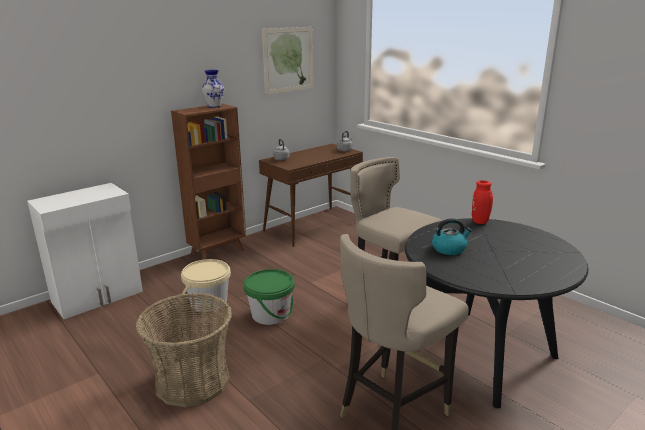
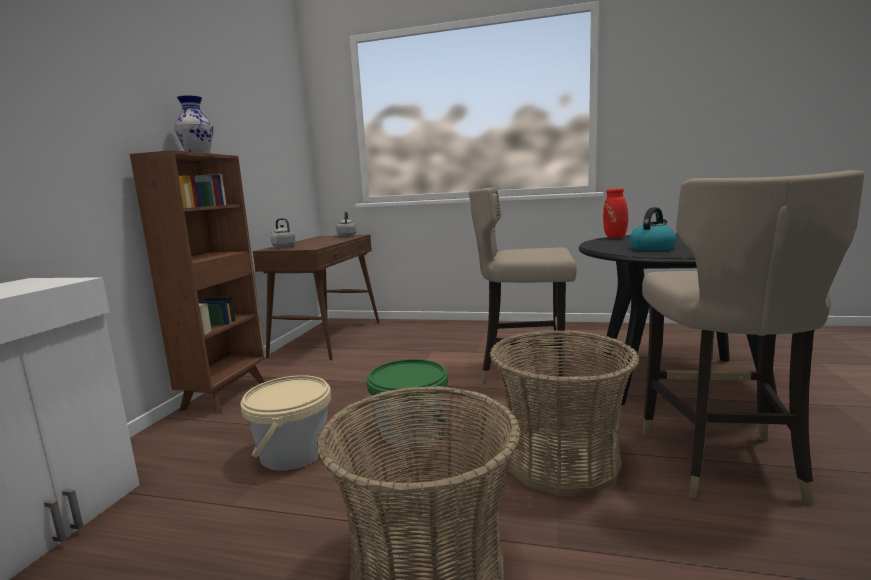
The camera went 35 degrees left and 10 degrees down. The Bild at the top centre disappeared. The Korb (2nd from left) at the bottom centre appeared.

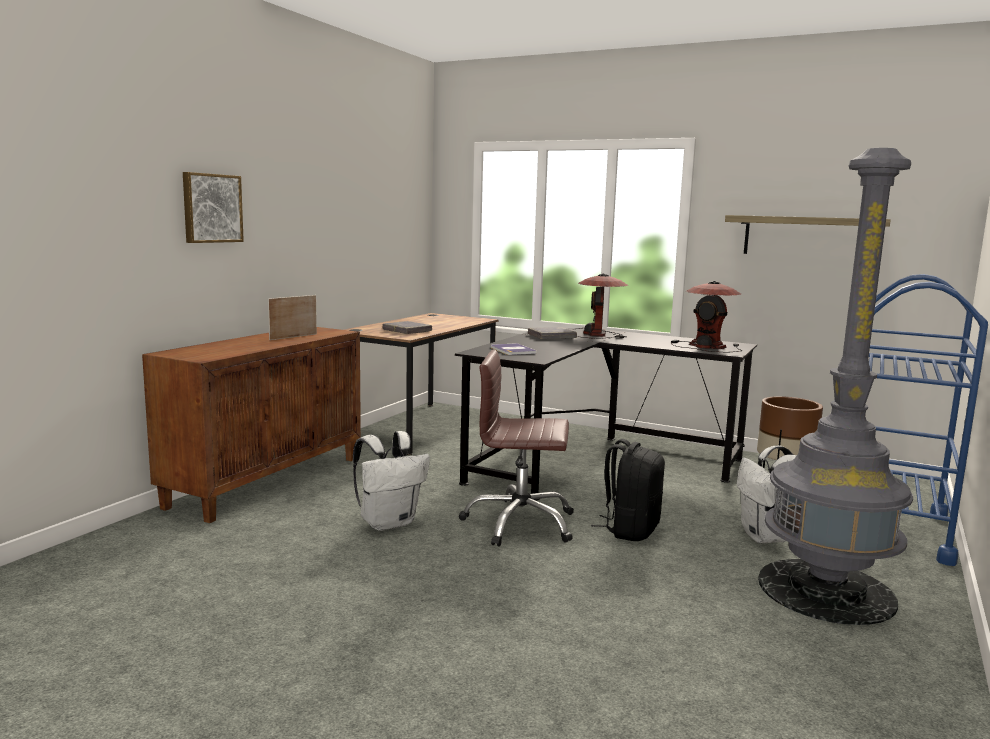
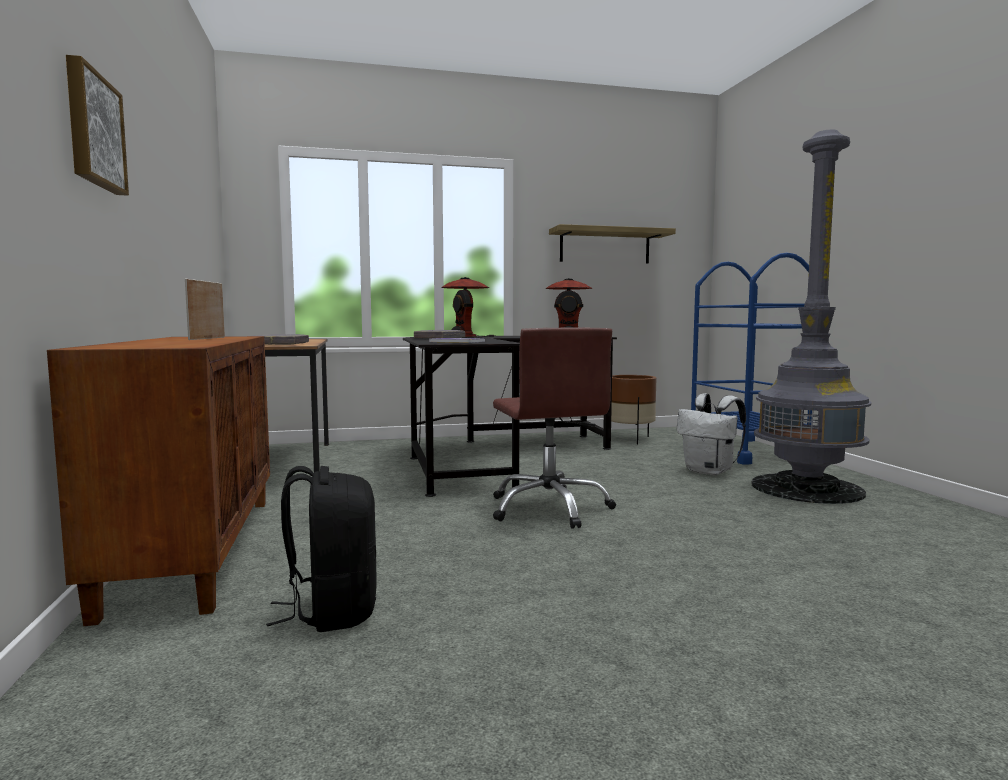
The camera went 40 degrees left and 5 degrees down. The Rucksack/weiß (1st from left) at the centre disappeared. The Rucksack/schwarz moved from the centre to the bottom left. The Bürostuhl/braun at the centre turned 75 degrees counterclockwise.

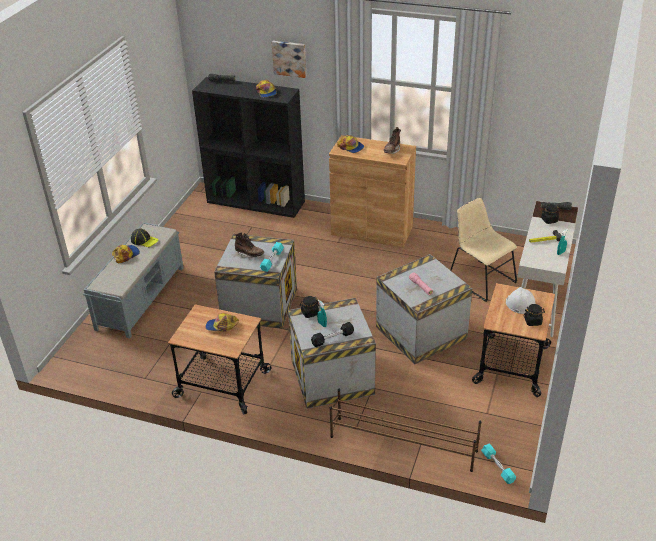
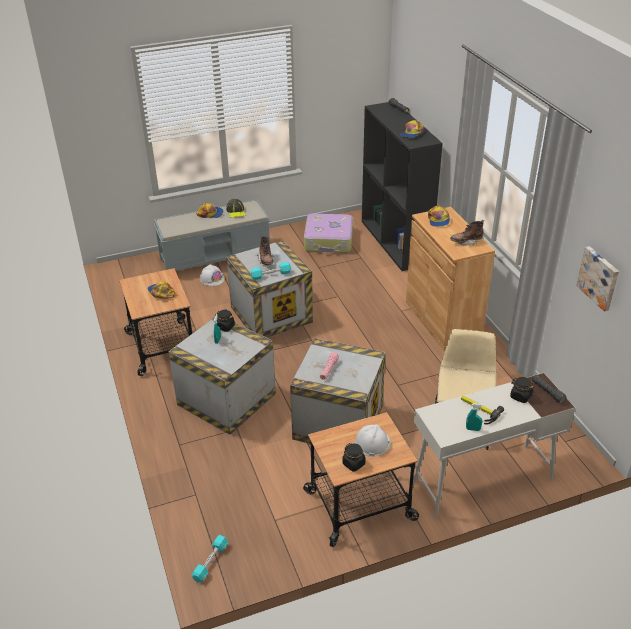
The camera went 50 degrees right and 0 degrees up. The Hantel/schwarz at the centre disappeared. The Schuhregal/braun at the bottom centre disappeared. The Schutzhelm/weiß (1st from left) at the centre appeared. The Koffer at the centre appeared. The Bild moved from the top centre to the middle right.

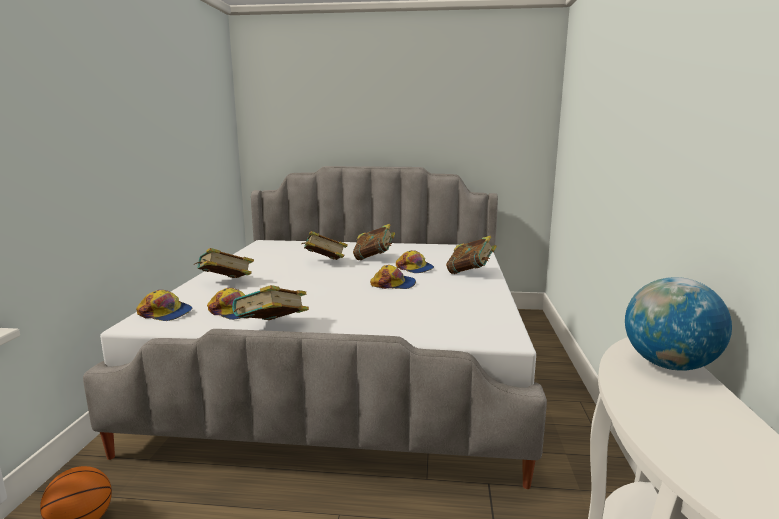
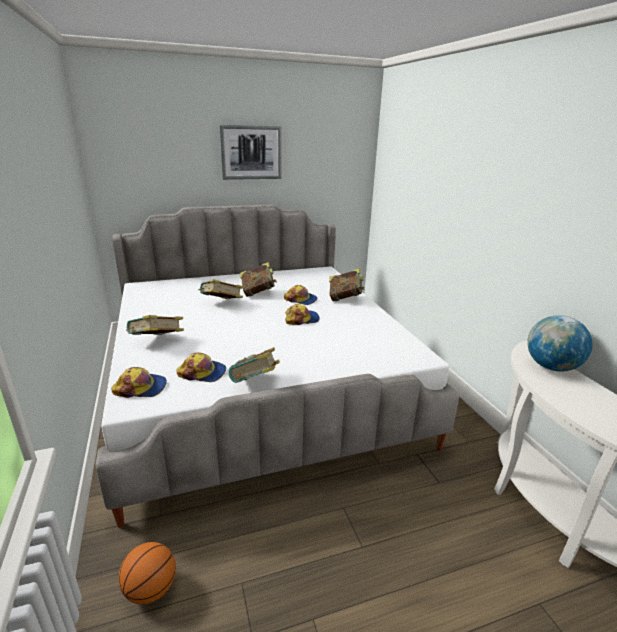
The camera went 25 degrees left and 10 degrees up. The Bild at the top centre appeared.

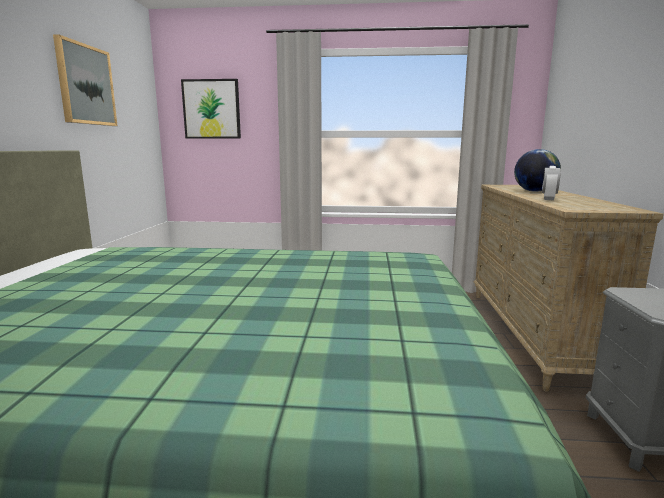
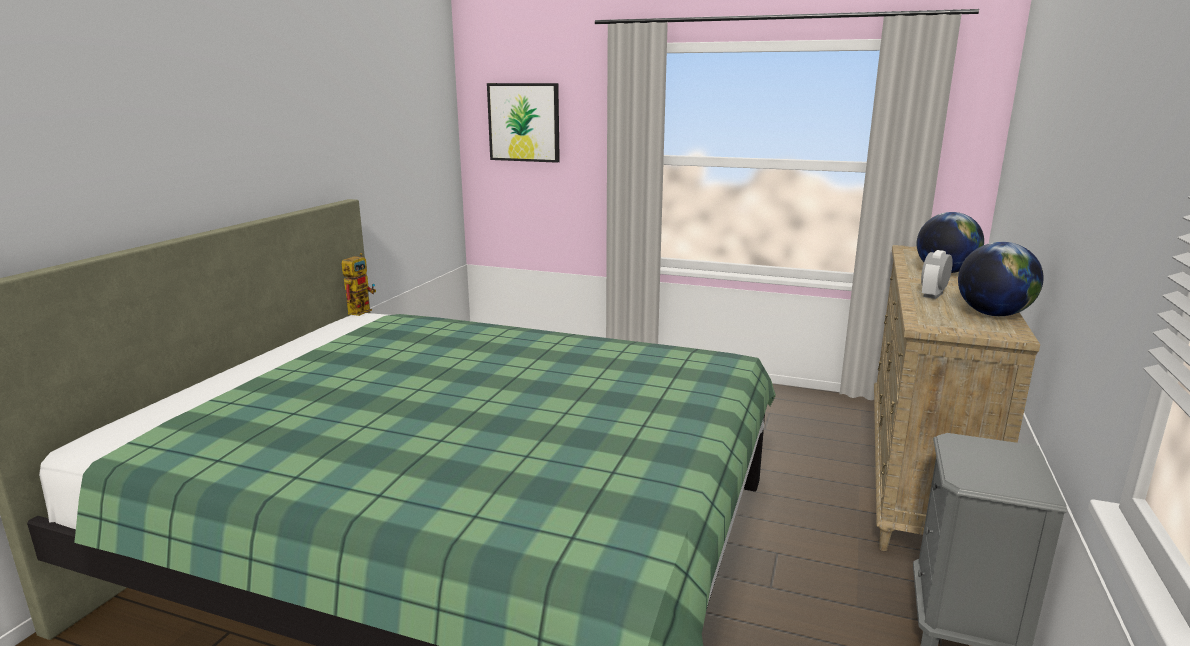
The camera went 15 degrees right and 5 degrees up. The Bild (1st from left) at the top left disappeared. The Spielzeugroboter at the middle left appeared. The Globus (2nd from left) at the middle right appeared.

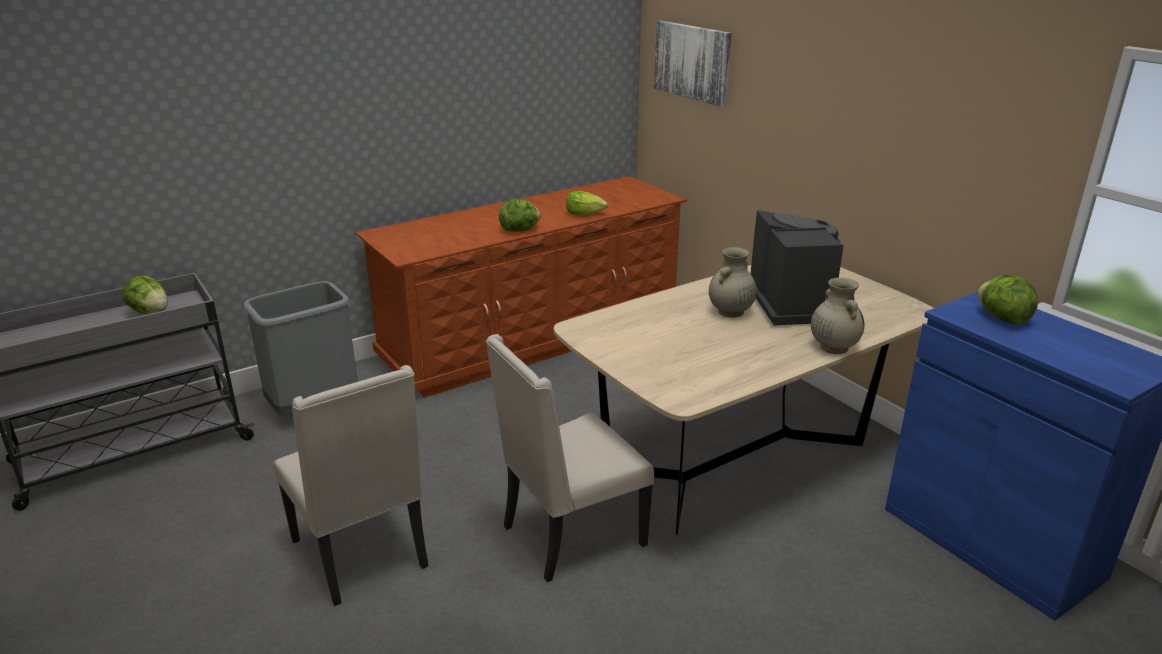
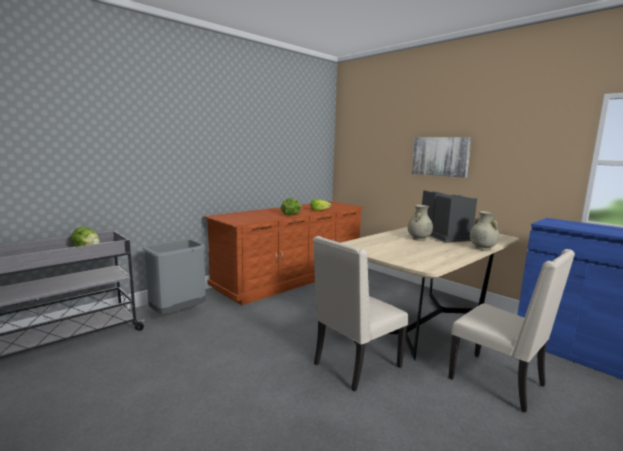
The camera went 10 degrees left and 15 degrees down. The Salatkopf (4th from left) at the middle right disappeared. The Stuhl/beige (1st from left in the first image) moved from the bottom left to the bottom right. The Bild moved from the top centre to the middle right.

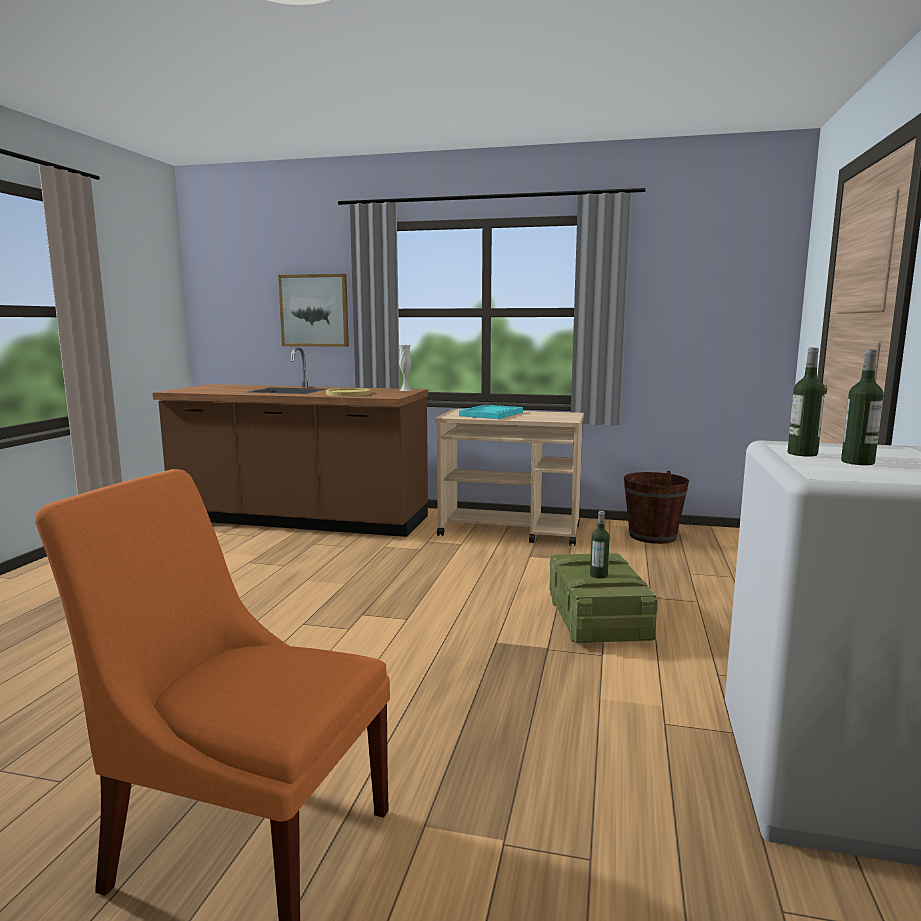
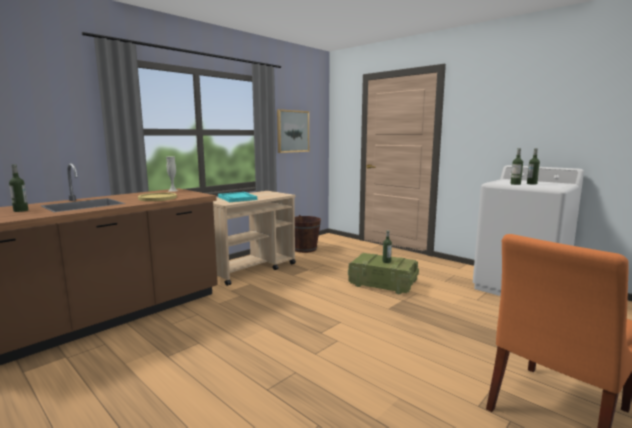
The camera went 60 degrees left and 0 degrees up. The Flasche (1st from left) at the middle left appeared. The Bild moved from the centre to the top centre.

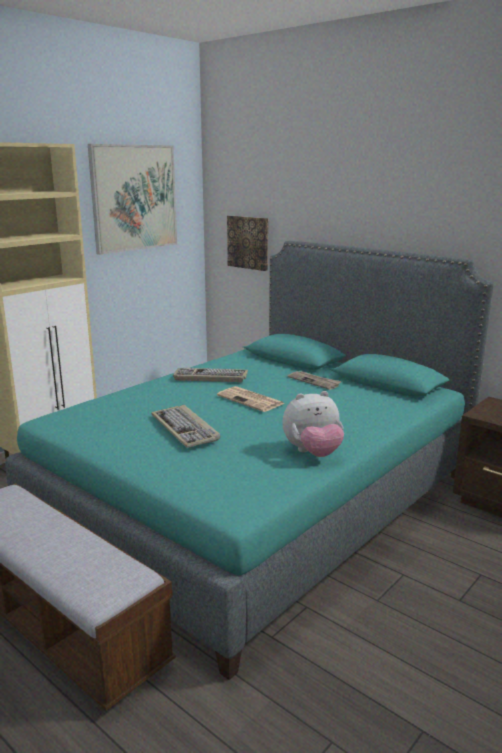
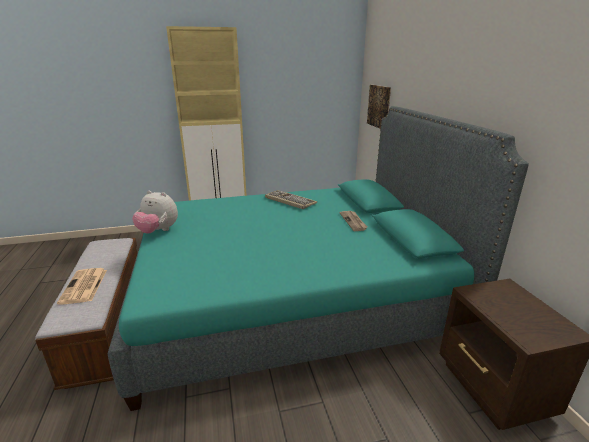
The camera went 35 degrees right and 5 degrees up. The Bild (1st from left) at the top left disappeared. The Tastatur (1st from left) at the centre disappeared. The Zeitung (1st from left) moved from the centre to the middle left. The Plüschtier moved from the centre to the middle left.

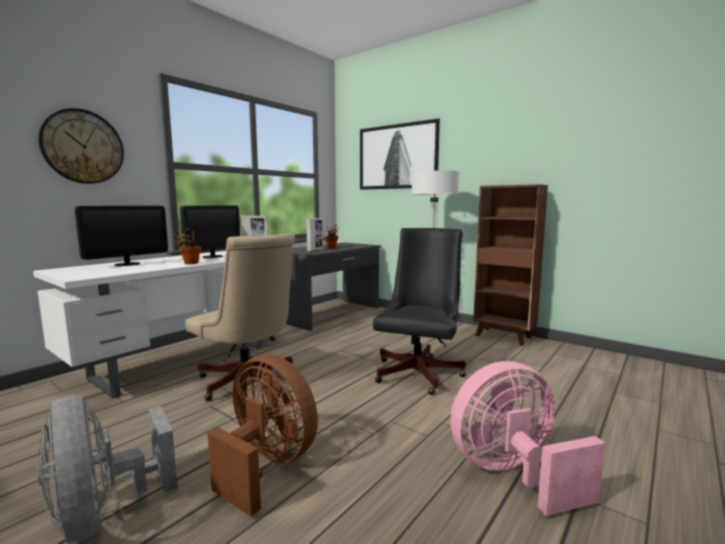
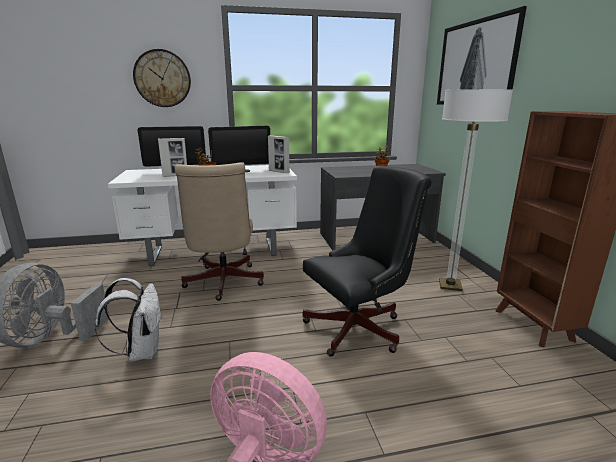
The camera went 40 degrees right and 10 degrees up. The Bilderrahmen (2nd from left in the first image) moved from the centre to the middle left. The Ventilator/braun at the bottom centre was replaced by the Rucksack/weiß at the bottom left.

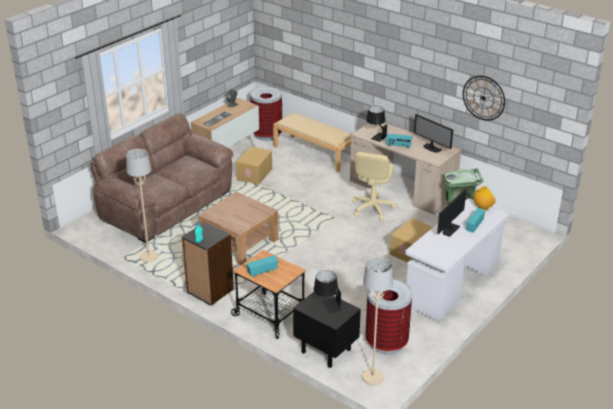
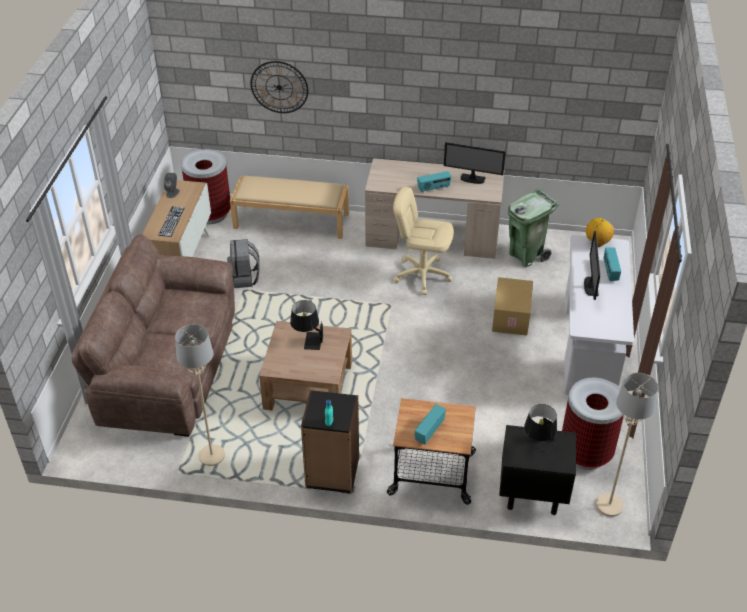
The camera went 30 degrees left and 10 degrees up. The Tischlampe/schwarz (2nd from left in the first image) moved from the top centre to the centre. The Wanduhr moved from the top right to the top centre. The Karton (1st from left) at the centre was replaced by the Rucksack/grau at the middle left. The Bürostuhl/beige at the centre turned 120 degrees clockwise.

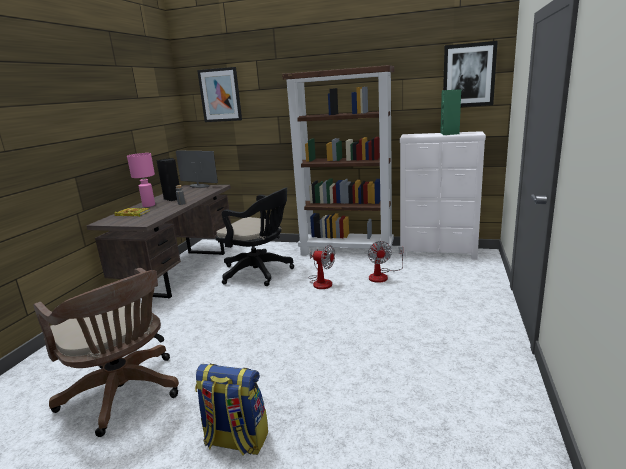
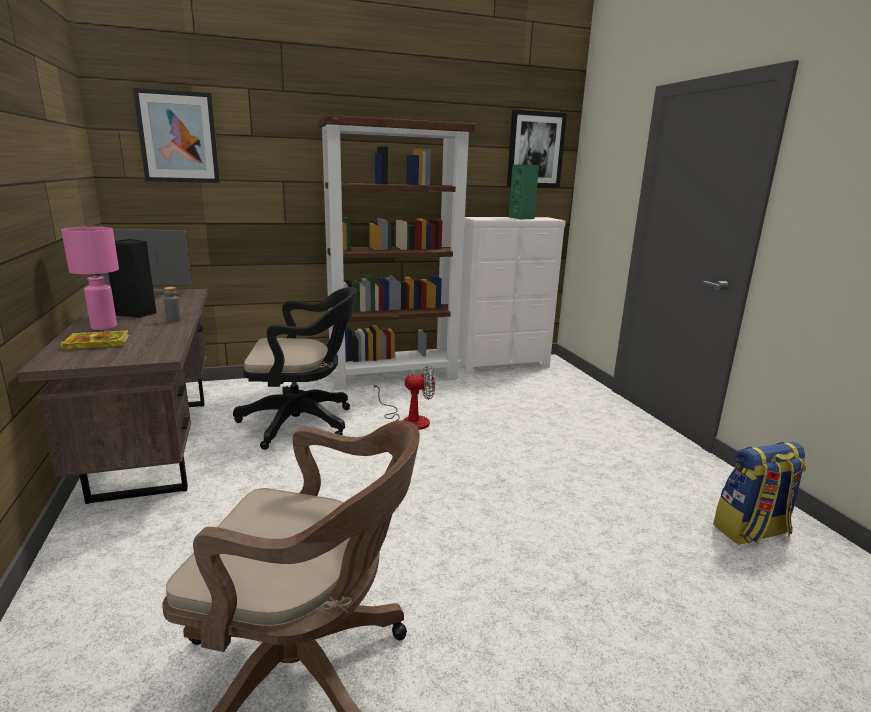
The camera went 35 degrees left and 0 degrees up. The Ventilator (2nd from left) at the centre disappeared. The Rucksack moved from the bottom centre to the bottom right.

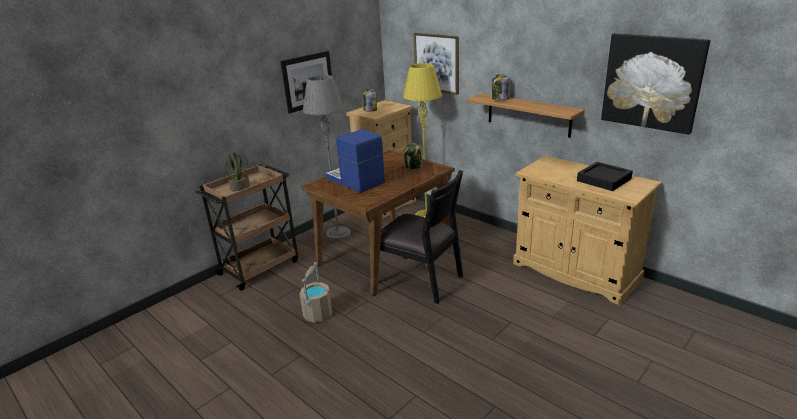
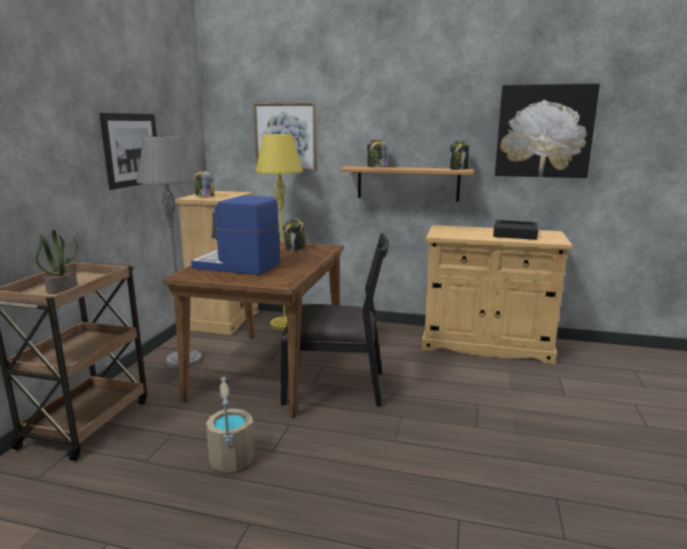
The camera went 30 degrees left and 10 degrees down. The Vorratsglas (4th from left) at the top right appeared.

